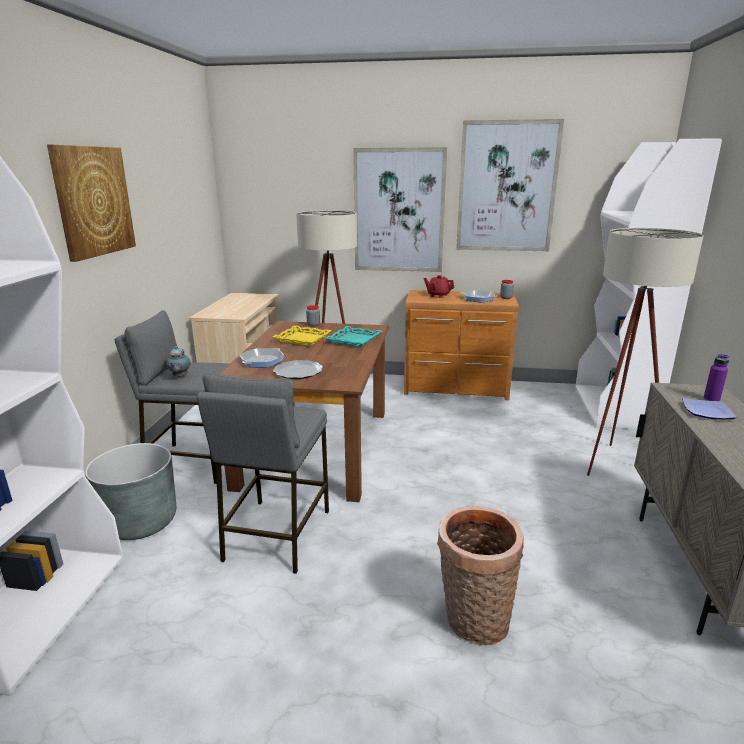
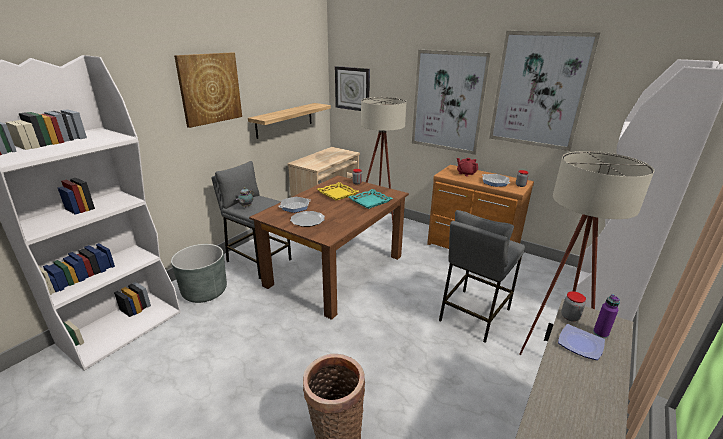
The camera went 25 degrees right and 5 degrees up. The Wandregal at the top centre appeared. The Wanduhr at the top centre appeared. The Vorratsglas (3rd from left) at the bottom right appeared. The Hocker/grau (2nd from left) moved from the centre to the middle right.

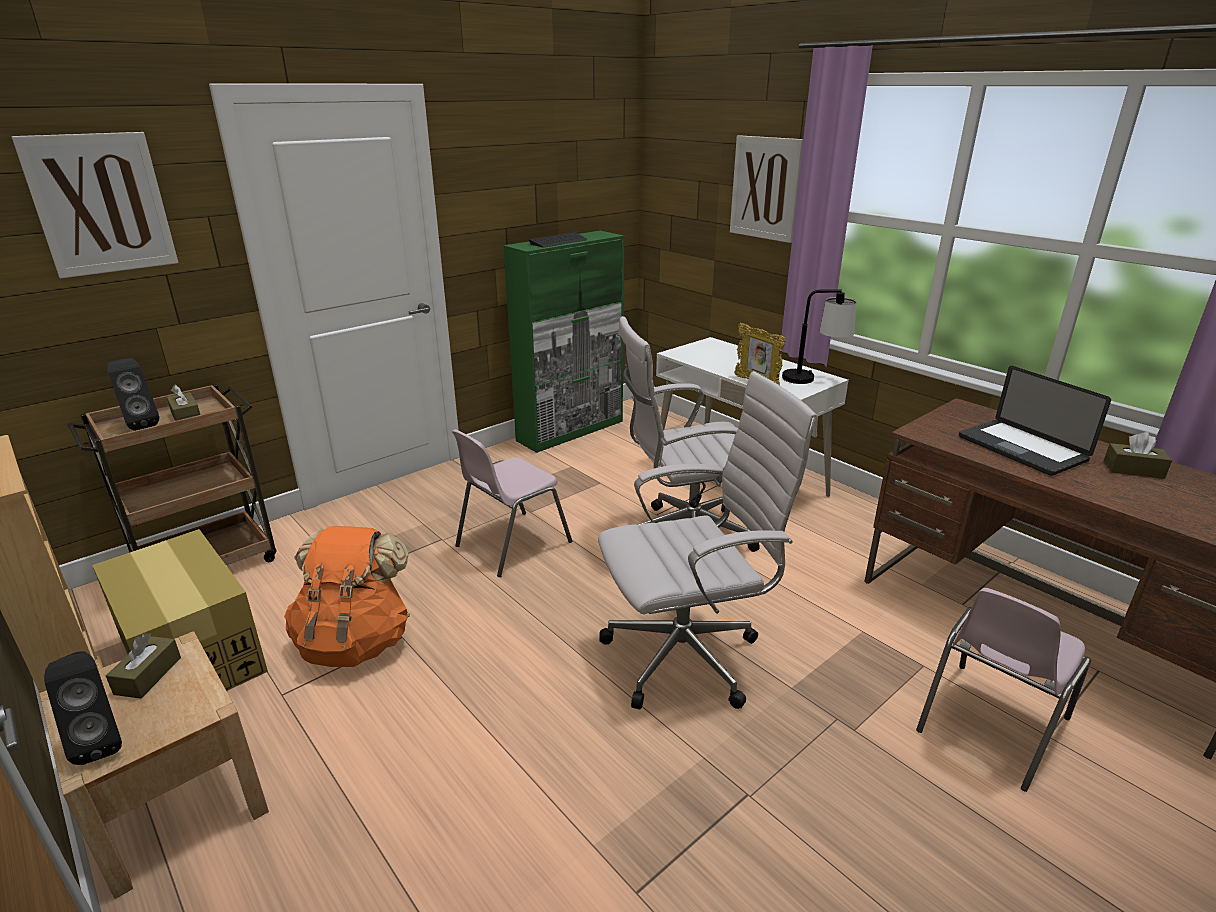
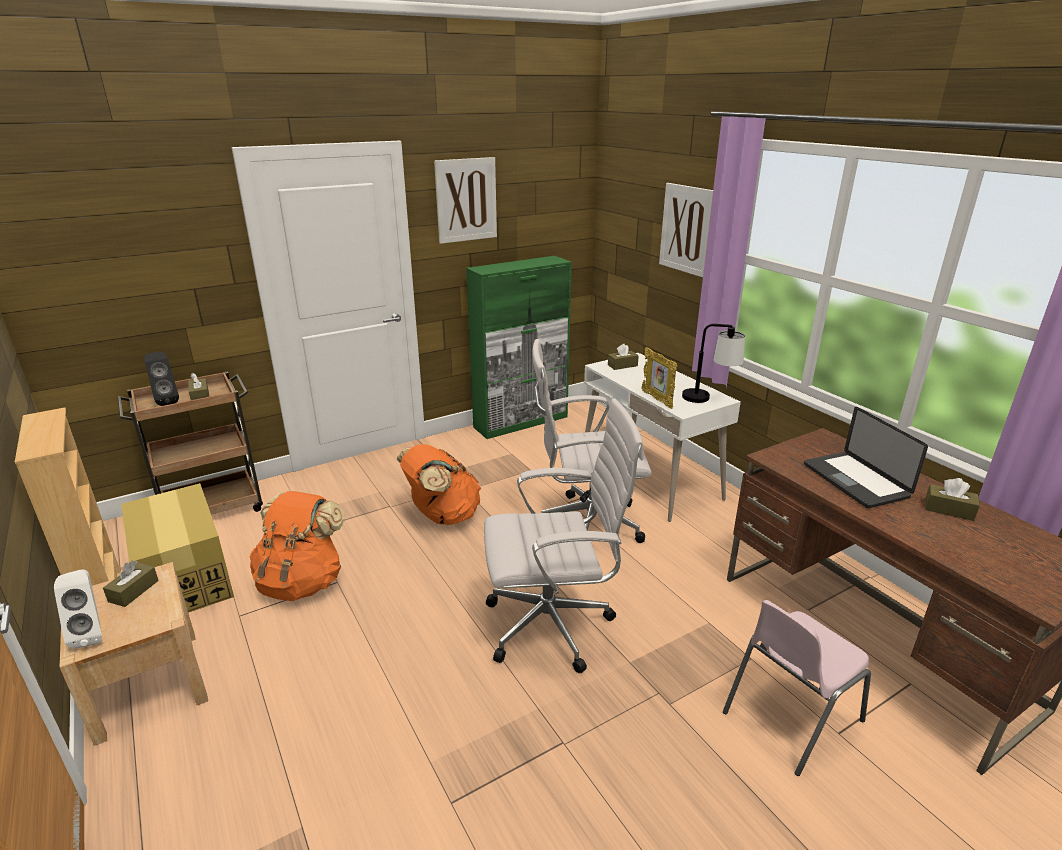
The camera went 10 degrees right and 0 degrees up. The Tastatur at the top centre disappeared. The Taschentuchbox/braun (3rd from left) at the centre appeared. The Bild (1st from left) moved from the top left to the top centre. The Stuhl/rosa (1st from left) at the centre was replaced by the Rucksack/orange (2nd from left) at the centre. The Lautsprecher/schwarz (1st from left) at the bottom left became the Lautsprecher/weiß at the bottom left.

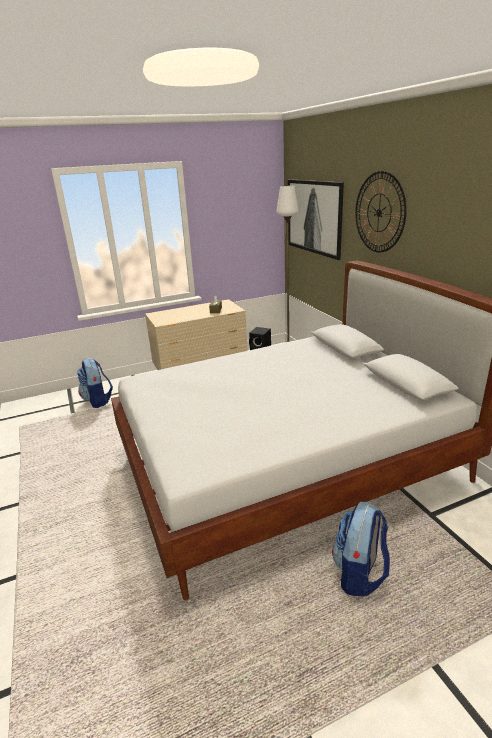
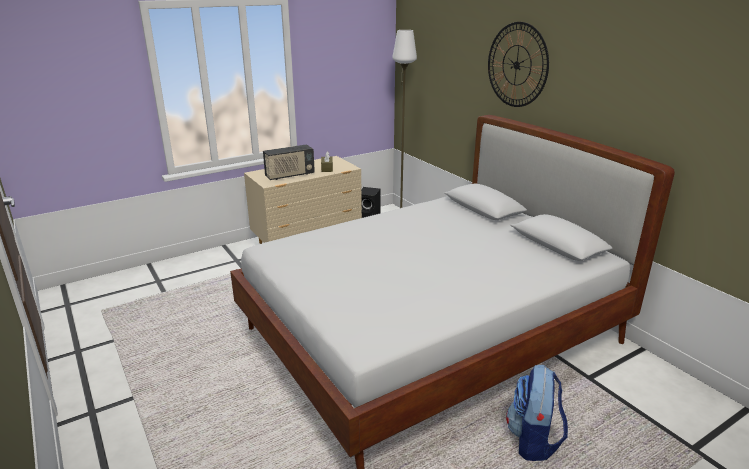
The camera went 10 degrees left and 0 degrees up. The Rucksack (1st from left) at the middle left disappeared. The Bild at the top centre disappeared. The Radio at the centre appeared.

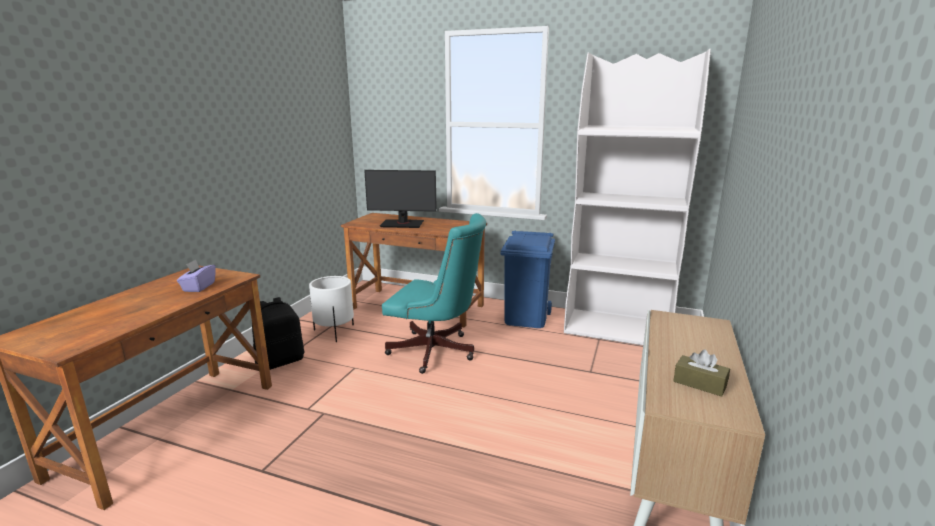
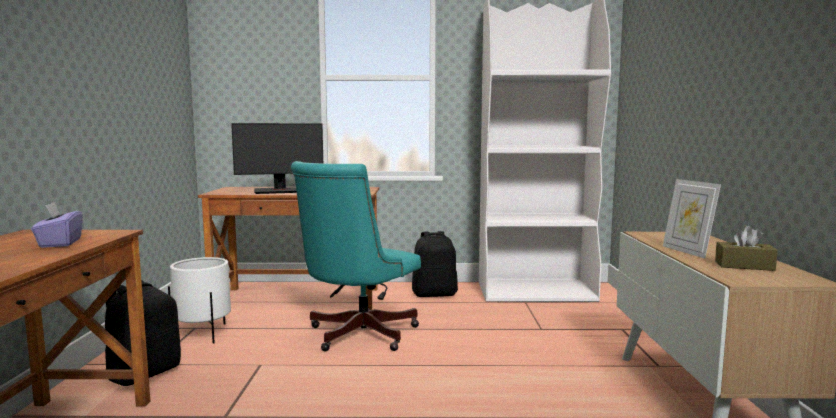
The camera went 20 degrees left and 10 degrees down. The Bilderrahmen at the middle right appeared. The Mülleimer/blau at the centre was replaced by the Rucksack/schwarz (2nd from left) at the centre. The Bürostuhl/türkis at the centre turned 120 degrees clockwise.

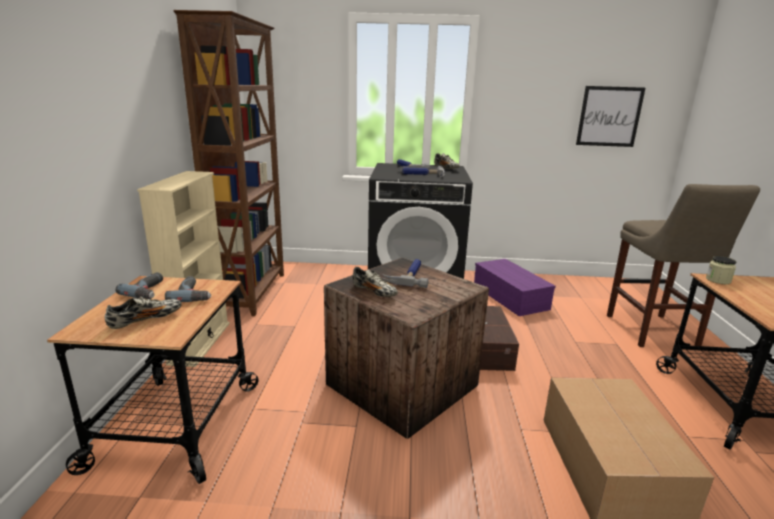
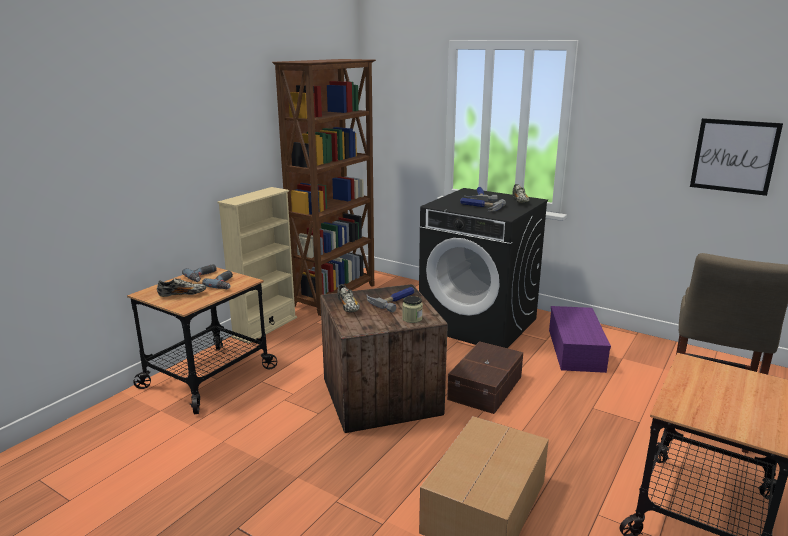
The camera went 30 degrees right and 0 degrees up. The Vorratsglas moved from the middle right to the centre.

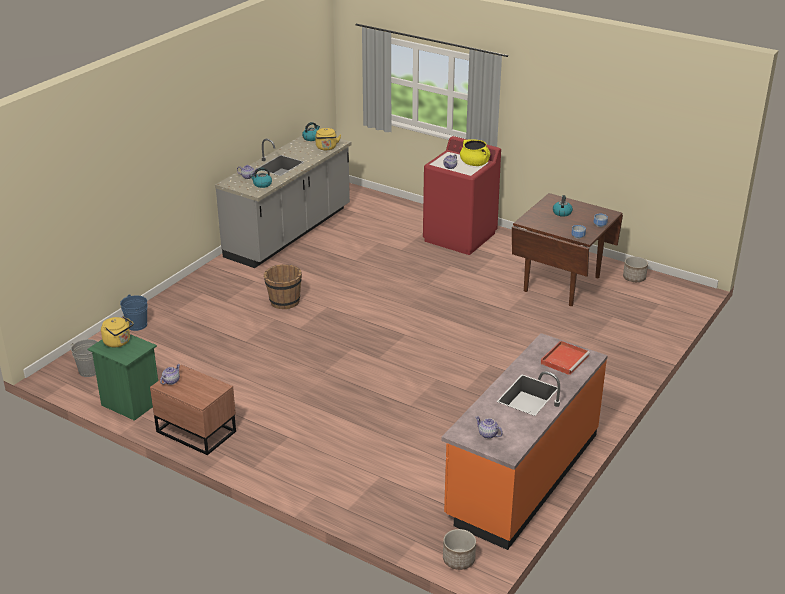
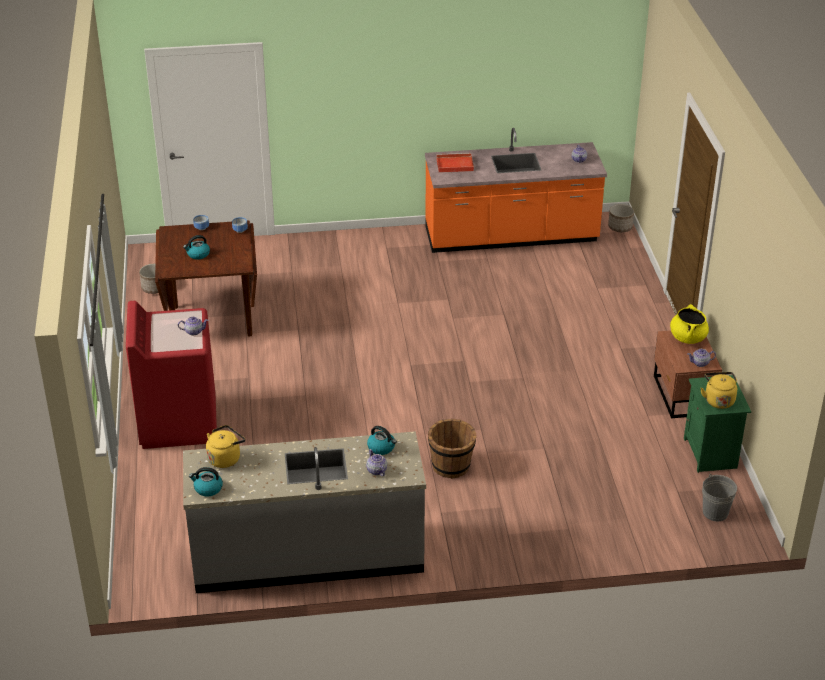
The camera went 130 degrees left and 5 degrees up. The Eimer/blau at the middle left disappeared. The Kochtopf/gelb moved from the top centre to the middle right.

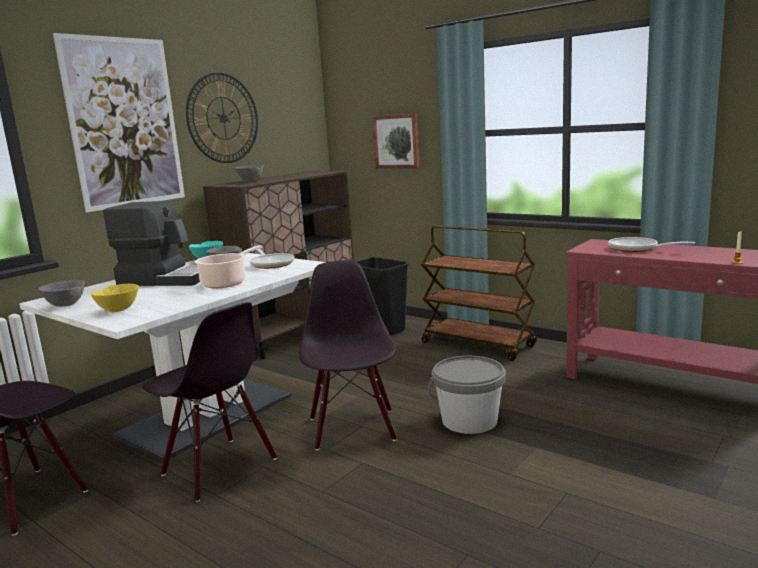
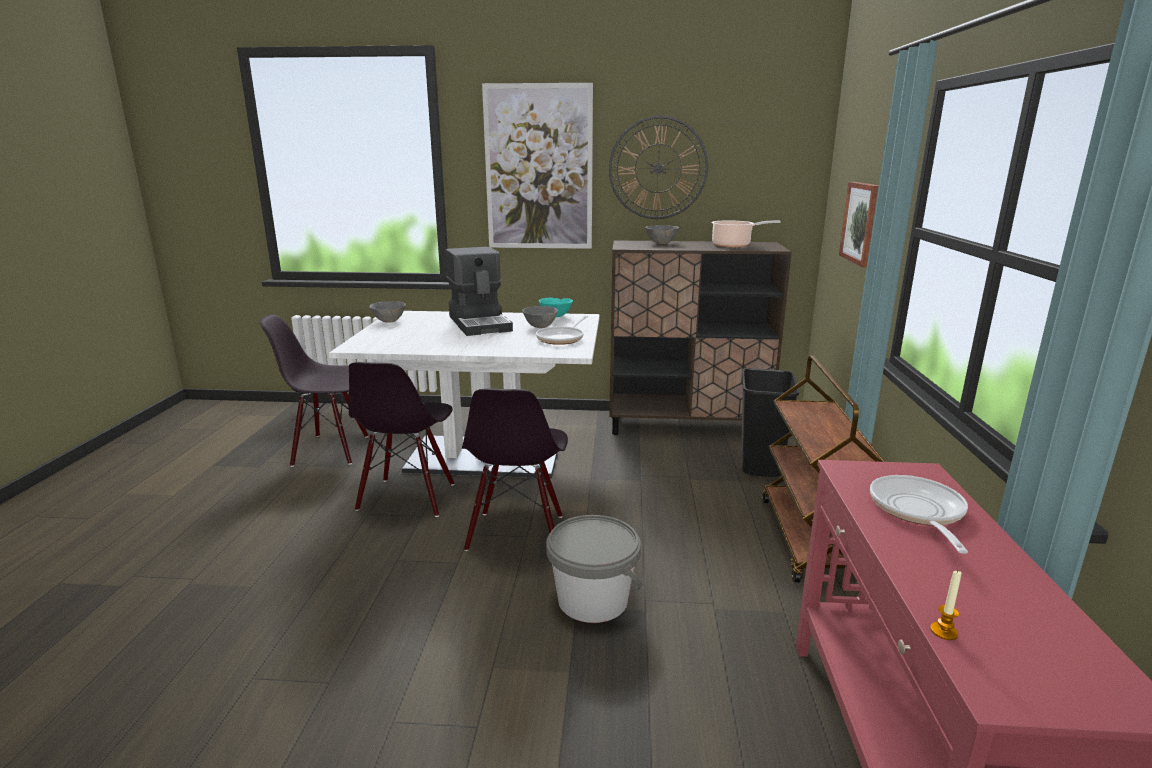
The camera went 55 degrees right and 5 degrees up. The Schüssel/gelb at the middle left disappeared. The Kochtopf moved from the middle left to the top centre. The Stuhl/schwarz (3rd from left) at the centre turned 135 degrees clockwise.

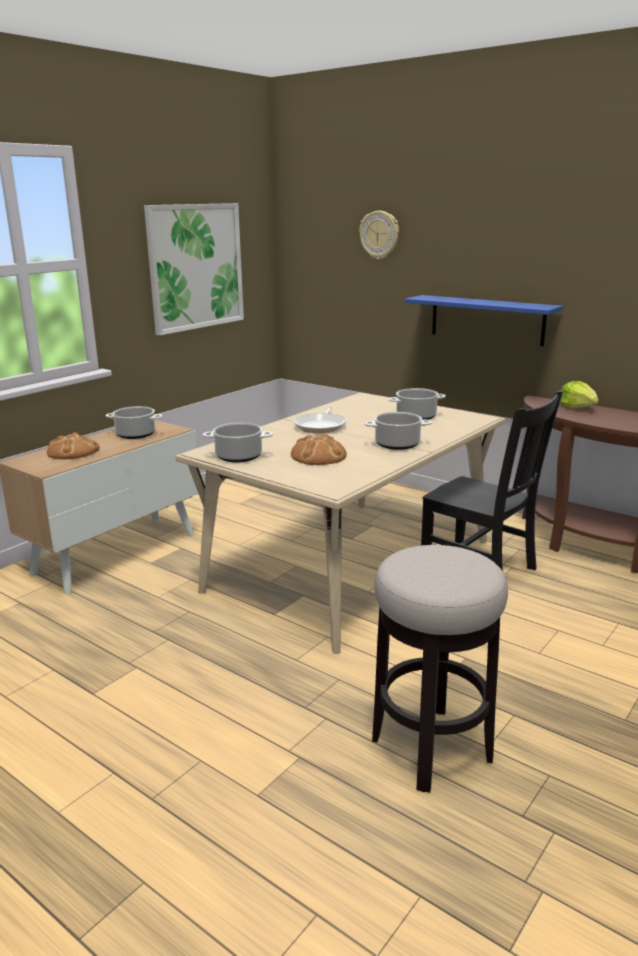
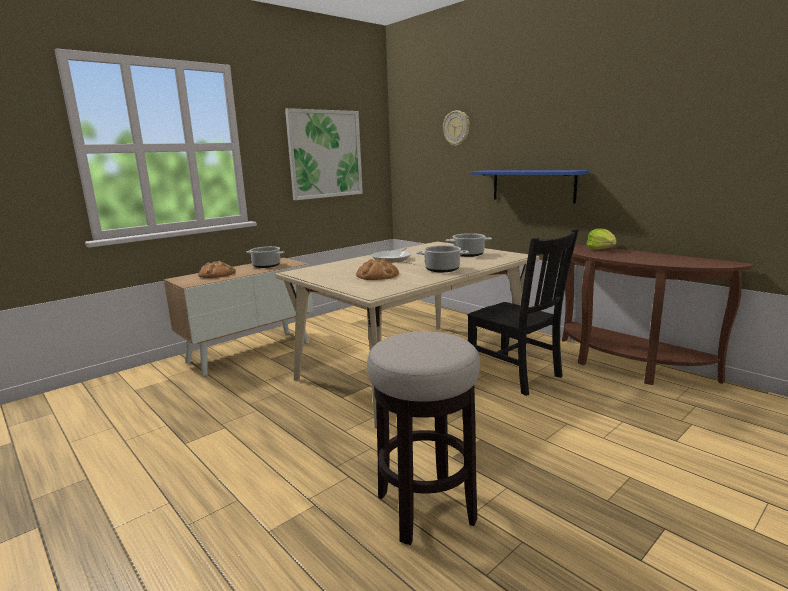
The camera went 10 degrees right and 5 degrees down. The Kochtopf (2nd from left) at the centre disappeared.

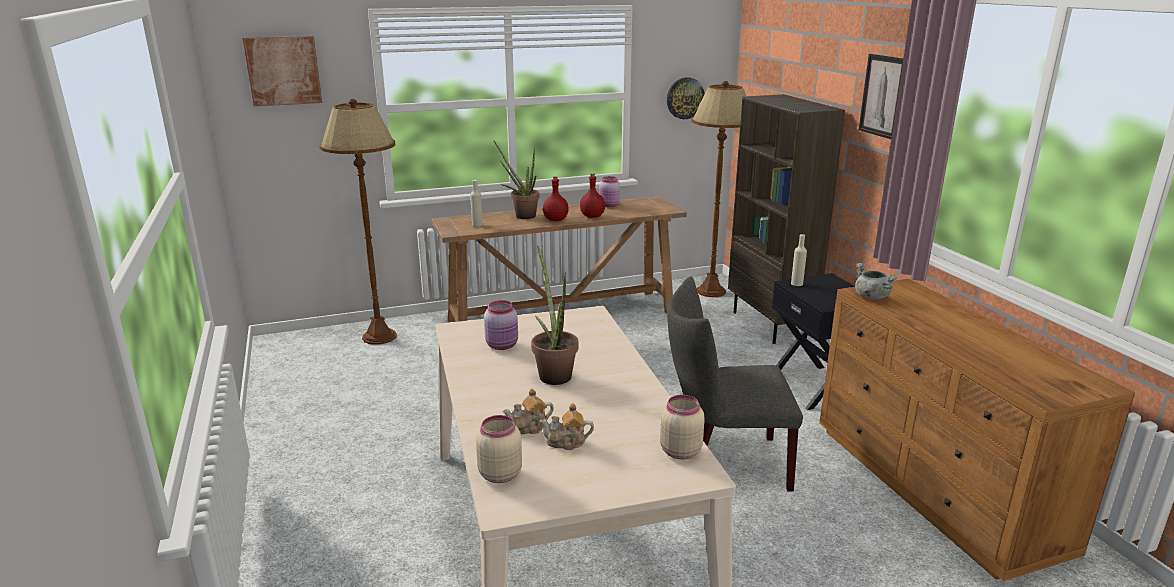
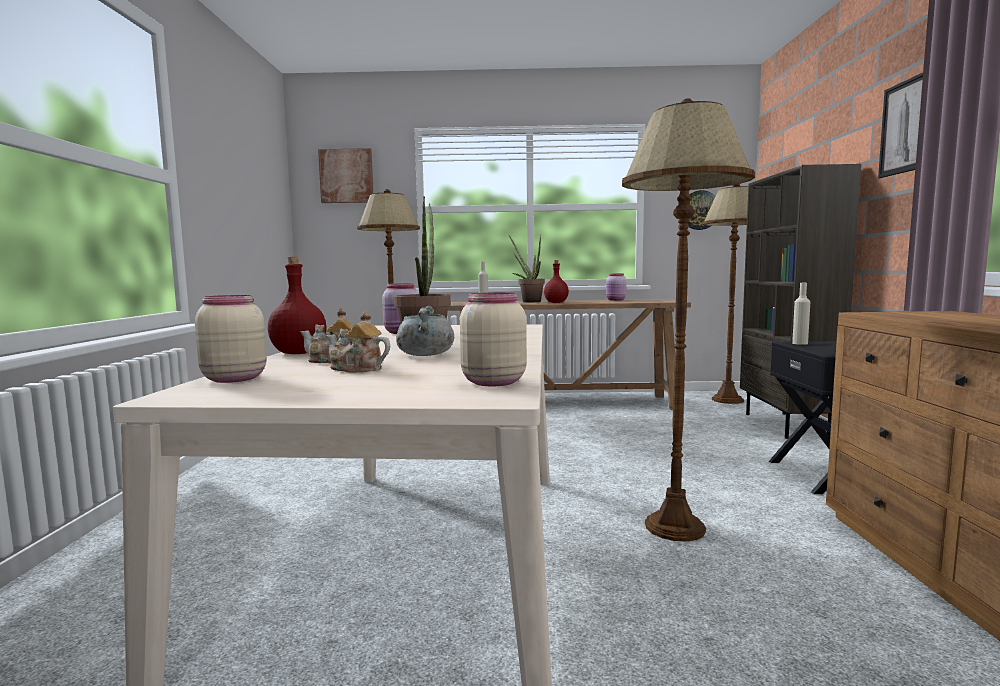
The camera went 20 degrees right and 15 degrees down. The Flasche/rot (2nd from left in the first image) moved from the top centre to the middle left. The Kochtopf/grau moved from the middle right to the centre. The Stuhl/grau at the centre was replaced by the Stehlampe/braun (2nd from left) at the middle right.

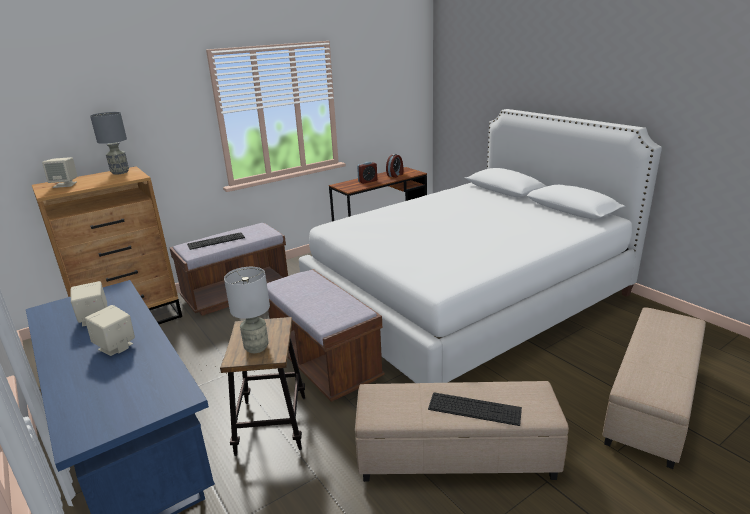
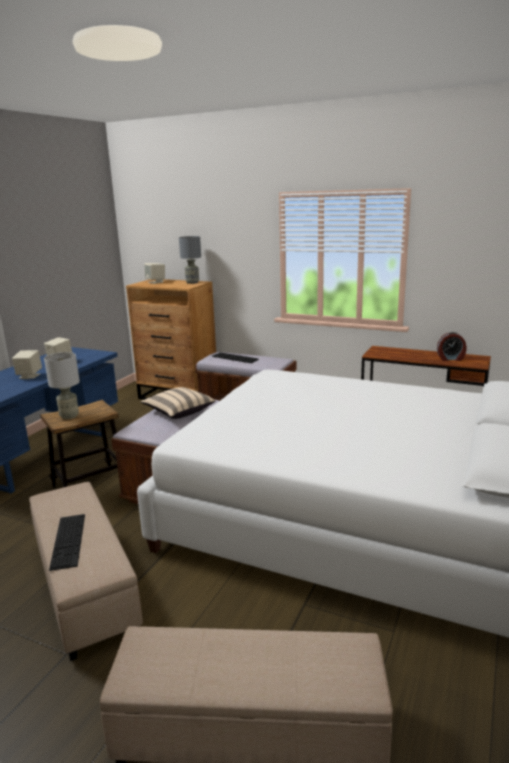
The camera went 60 degrees right and 5 degrees down. The Wecker (1st from left) at the centre disappeared. The Kissen/beige at the centre appeared.

